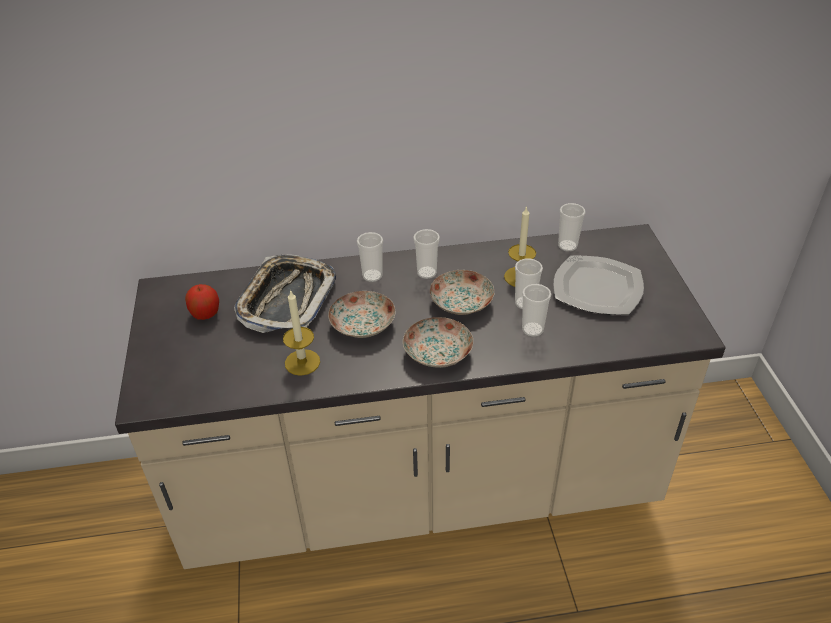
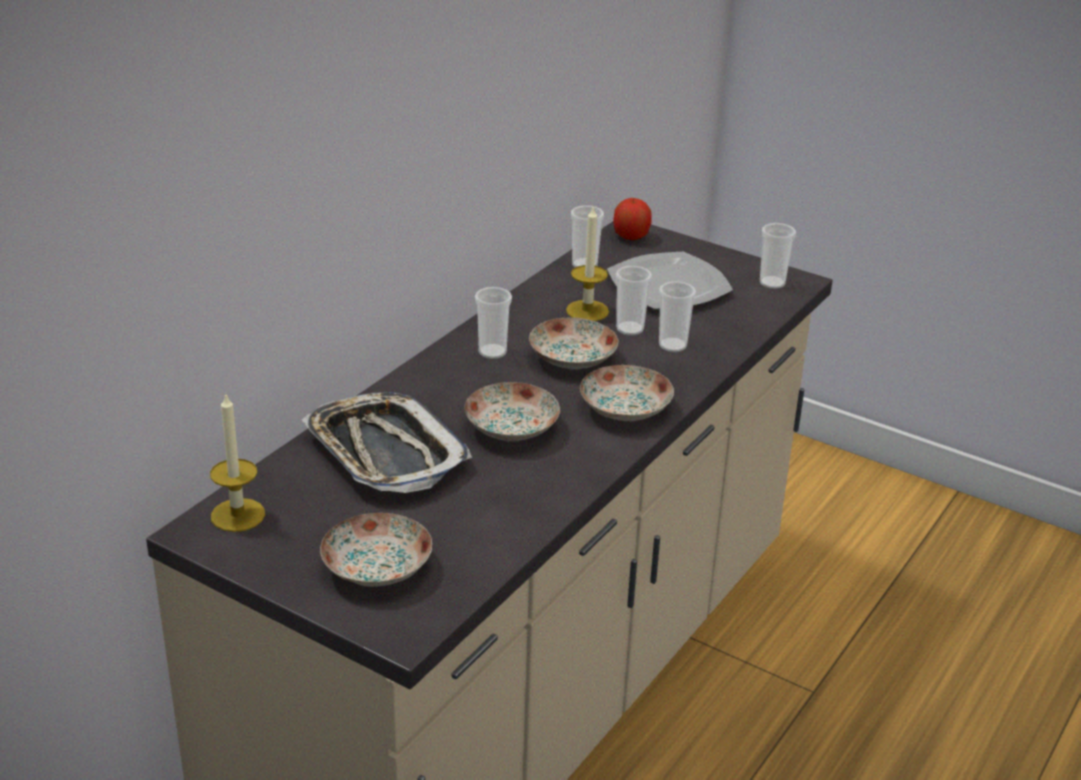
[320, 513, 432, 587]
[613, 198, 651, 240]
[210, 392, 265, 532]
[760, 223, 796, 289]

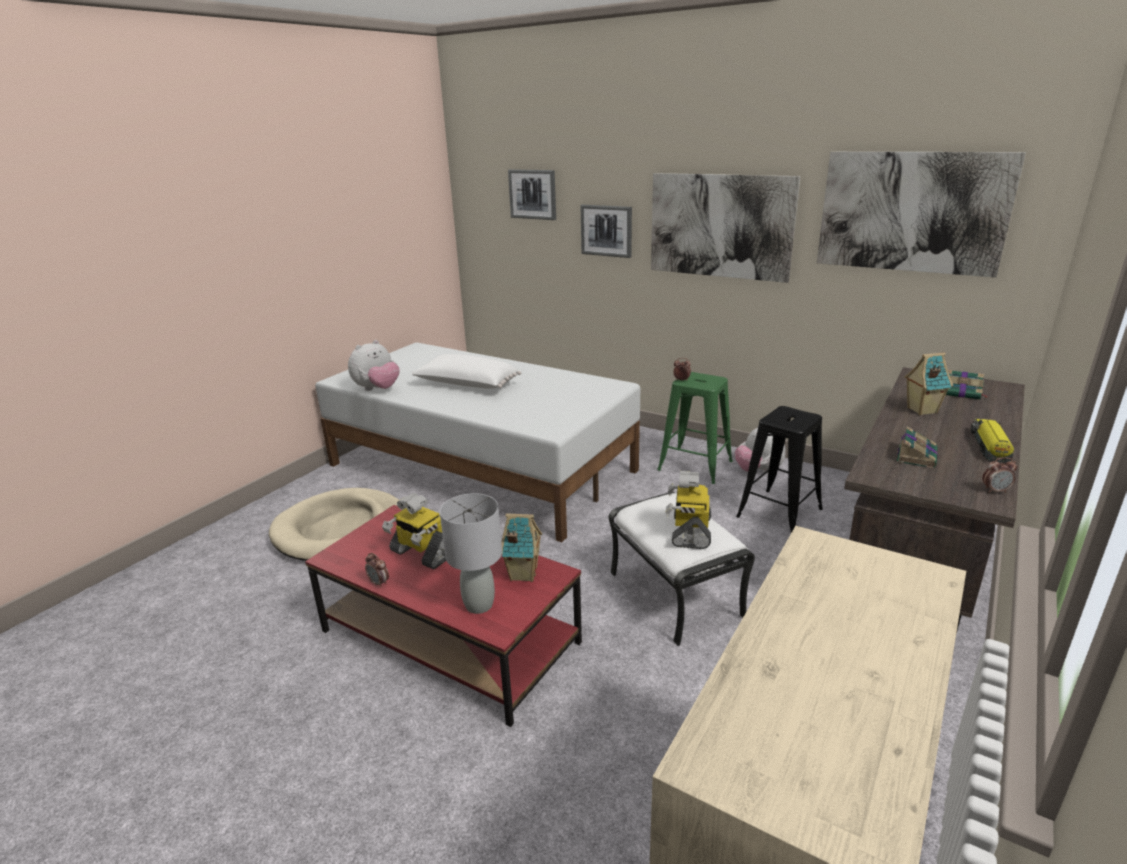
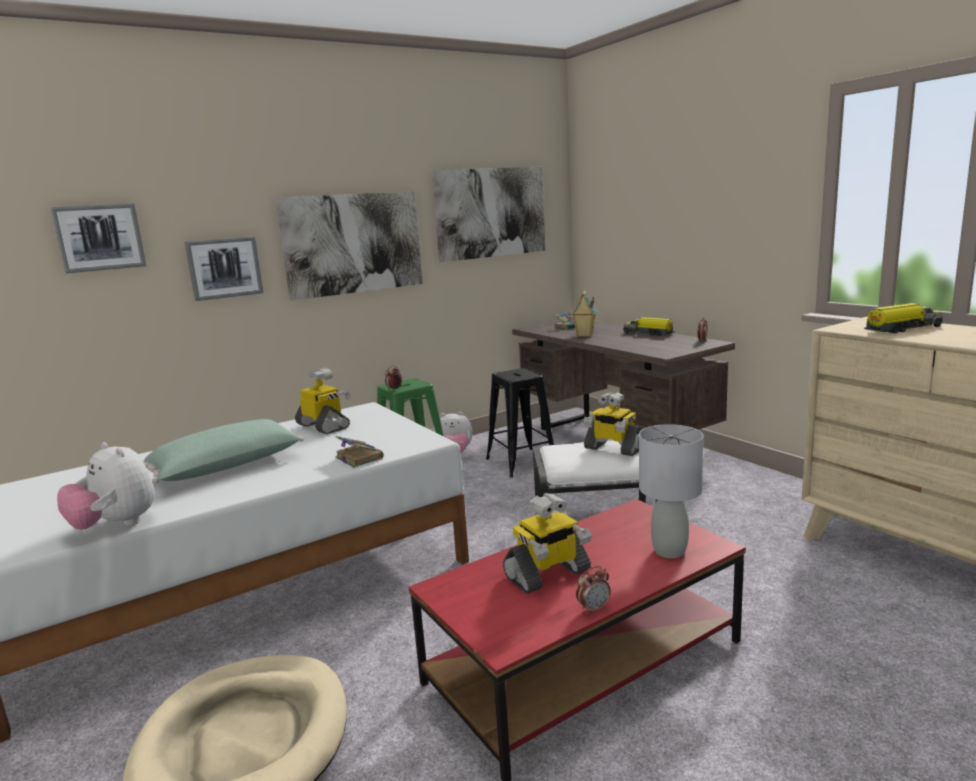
[501, 513, 542, 582] (first image)
[295, 368, 351, 434]
[864, 303, 943, 333]
[335, 436, 384, 468]
[143, 419, 304, 484]
[57, 442, 155, 530]

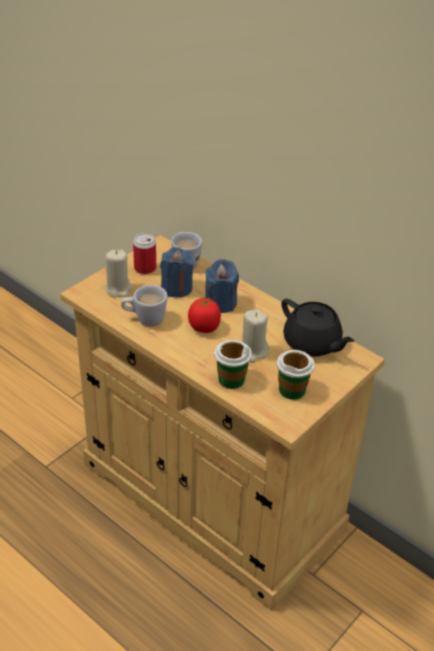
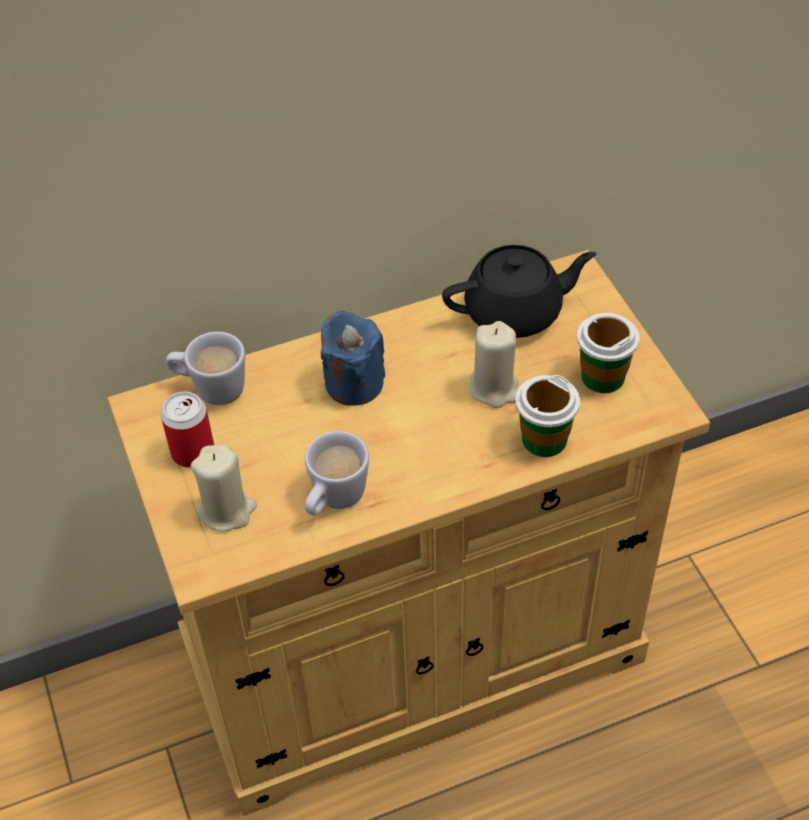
[160, 247, 194, 298] (first image)
[188, 298, 221, 333] (first image)

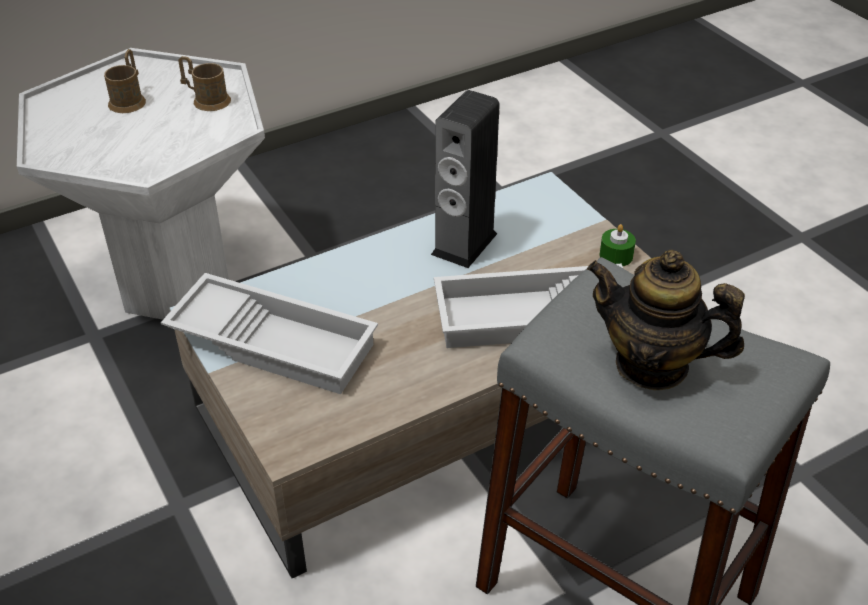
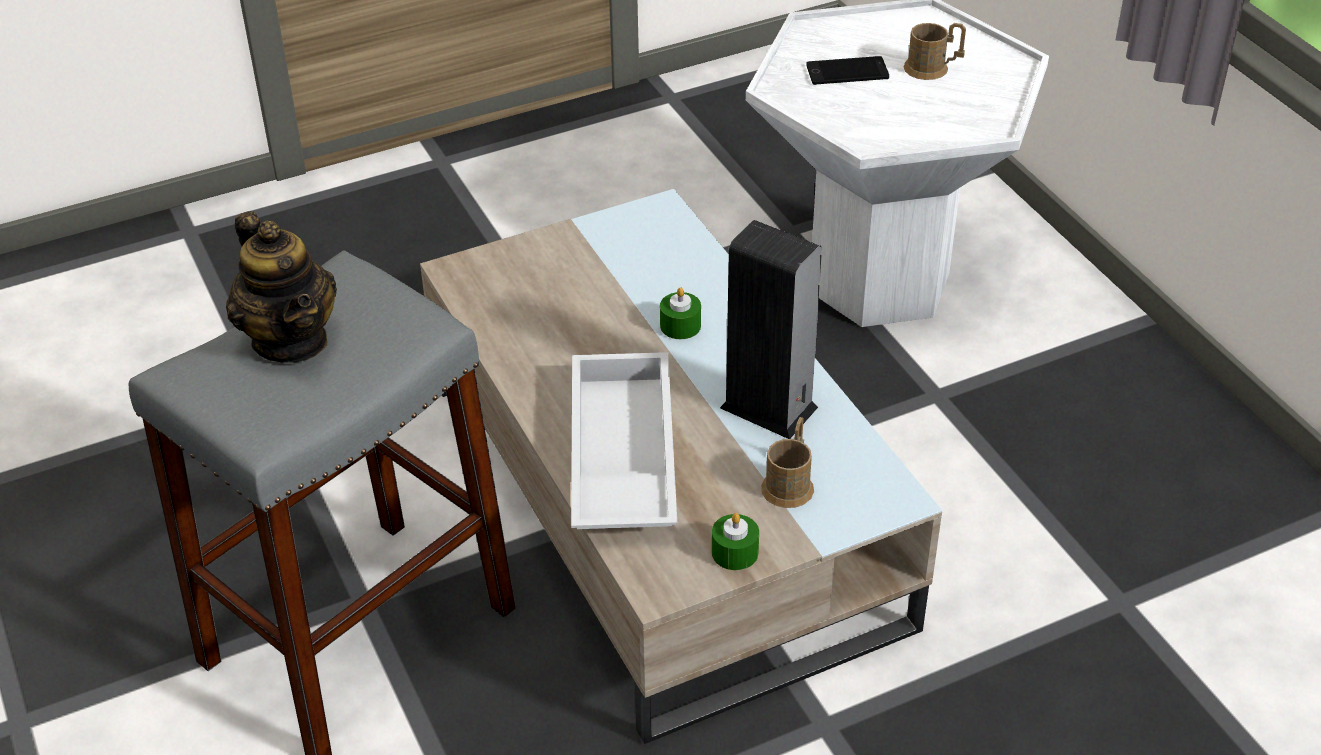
[161, 273, 378, 394] (first image)
[660, 287, 701, 339]
[806, 56, 889, 85]
[761, 417, 814, 508]
[226, 211, 337, 363]

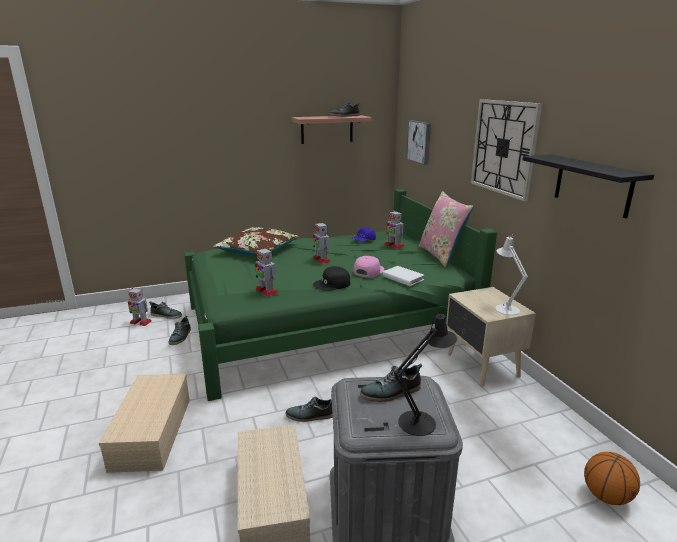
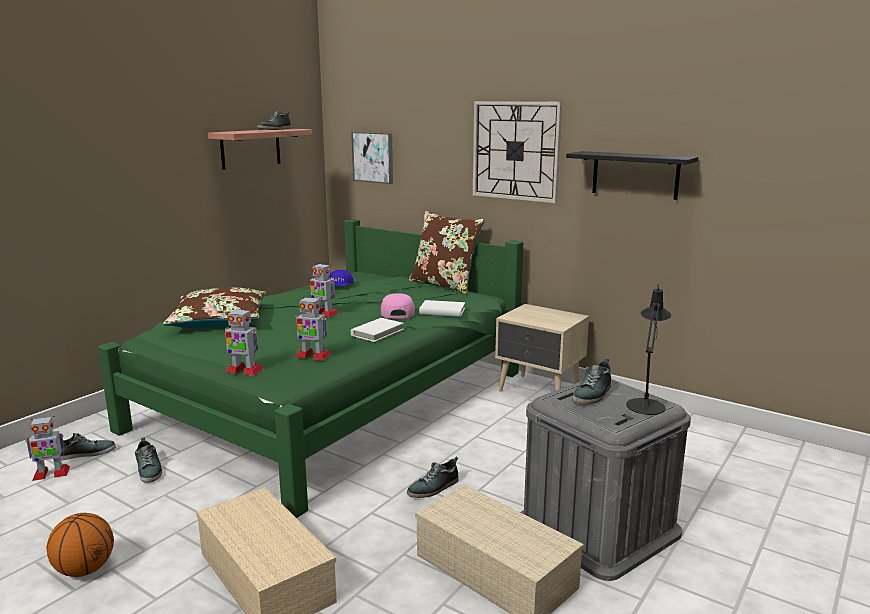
[495, 234, 528, 315] (first image)
[225, 308, 264, 376]
[46, 513, 114, 577]
[350, 318, 404, 342]
[408, 211, 485, 294]

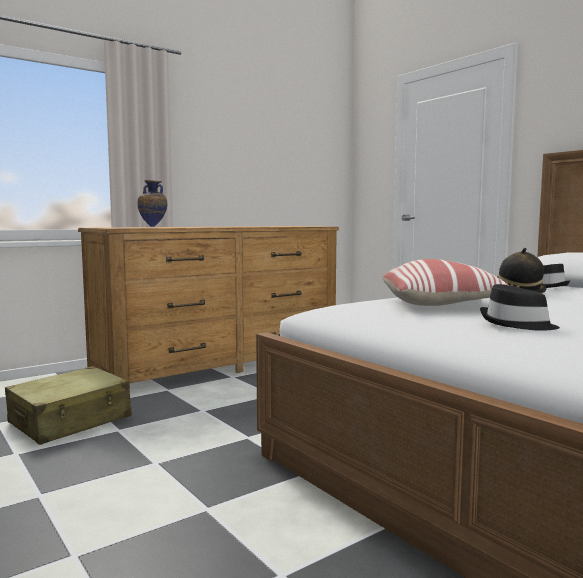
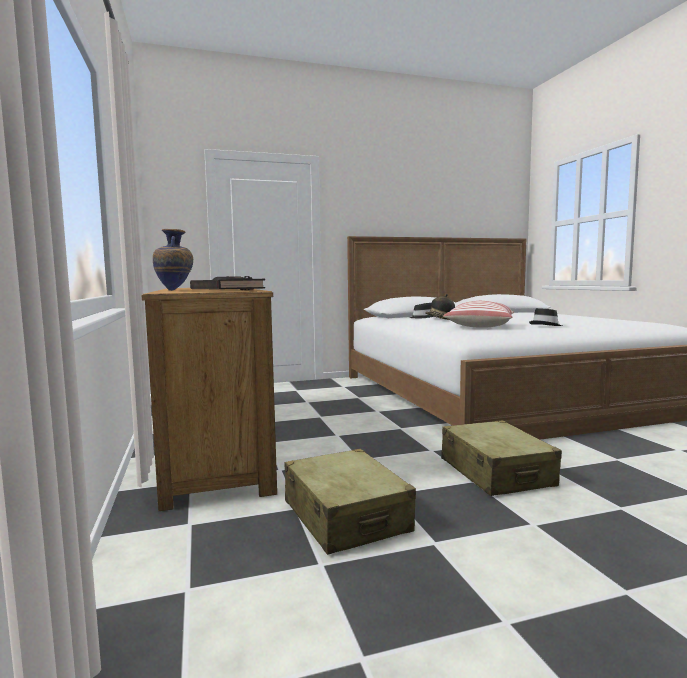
[190, 276, 265, 290]
[441, 420, 562, 496]

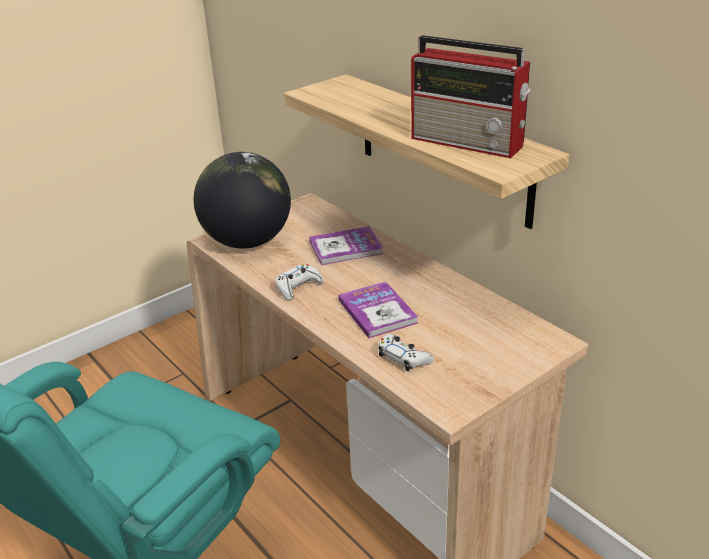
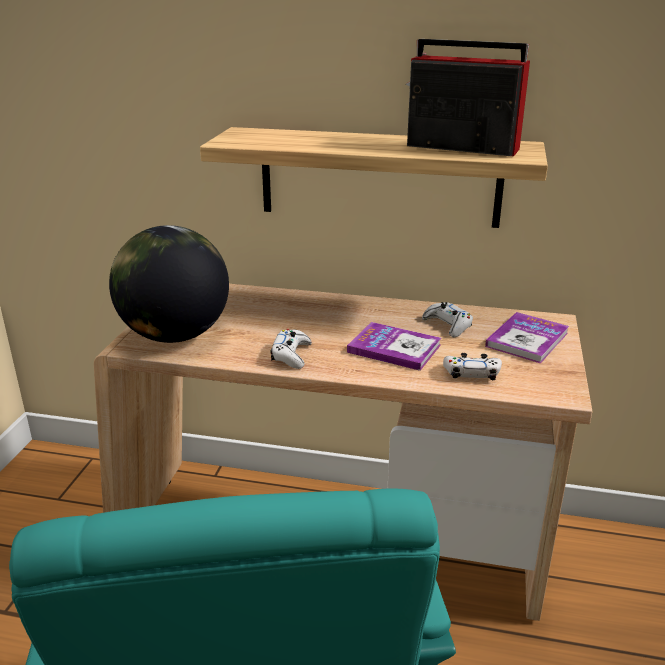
[422, 302, 473, 337]
[485, 312, 569, 363]
[406, 39, 530, 157]

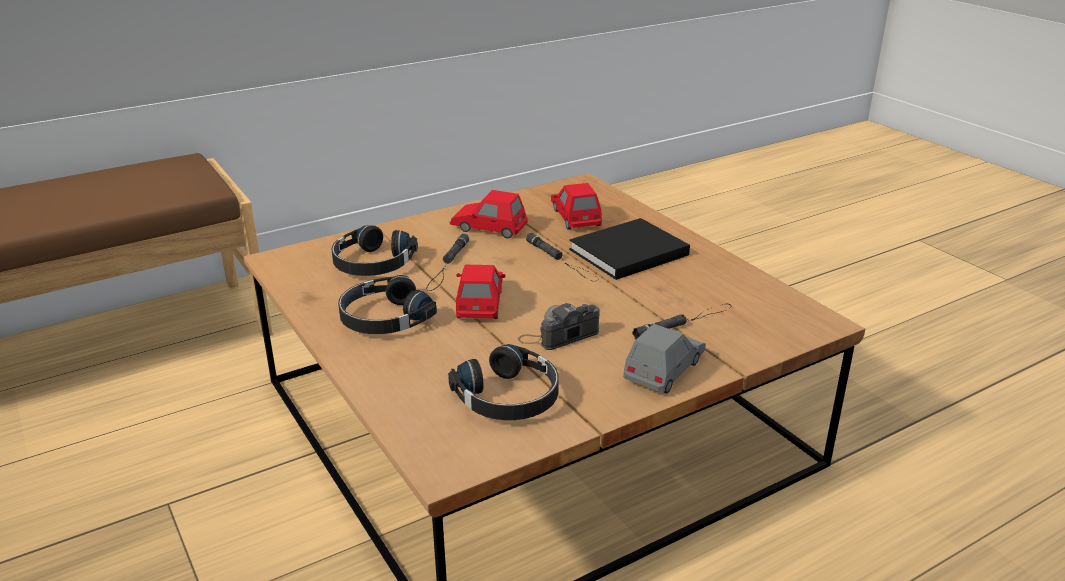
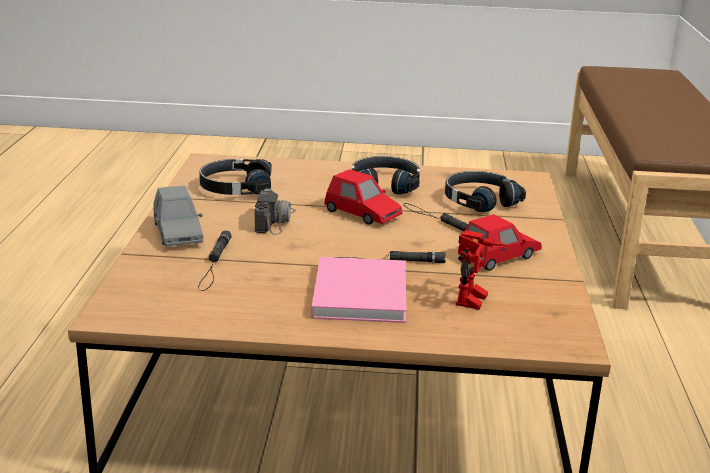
[456, 230, 508, 310]
[311, 257, 406, 323]

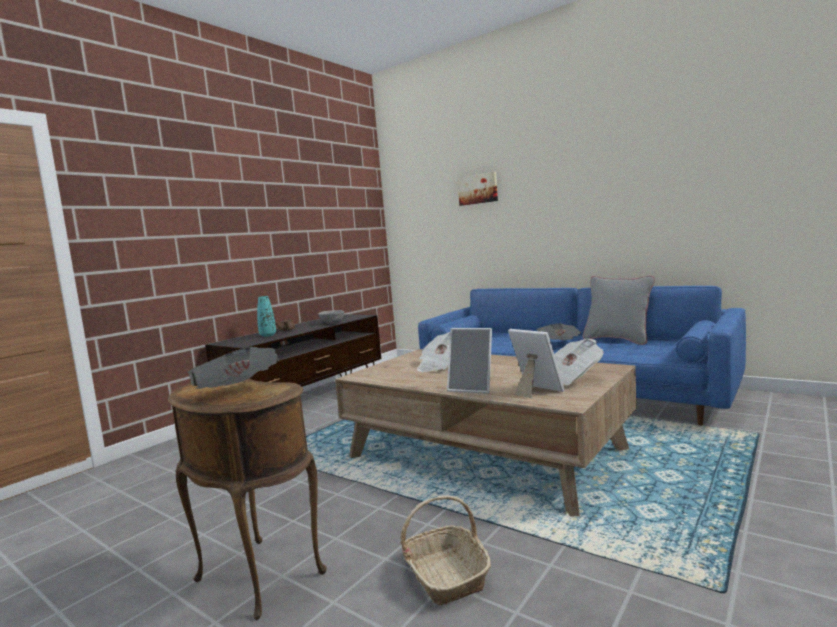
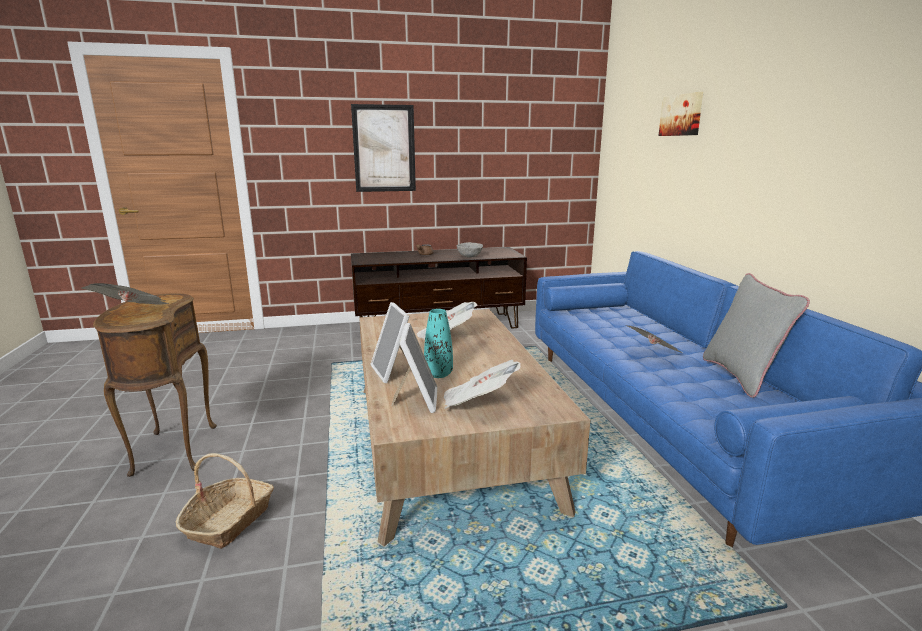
[351, 104, 416, 192]
[424, 309, 453, 378]

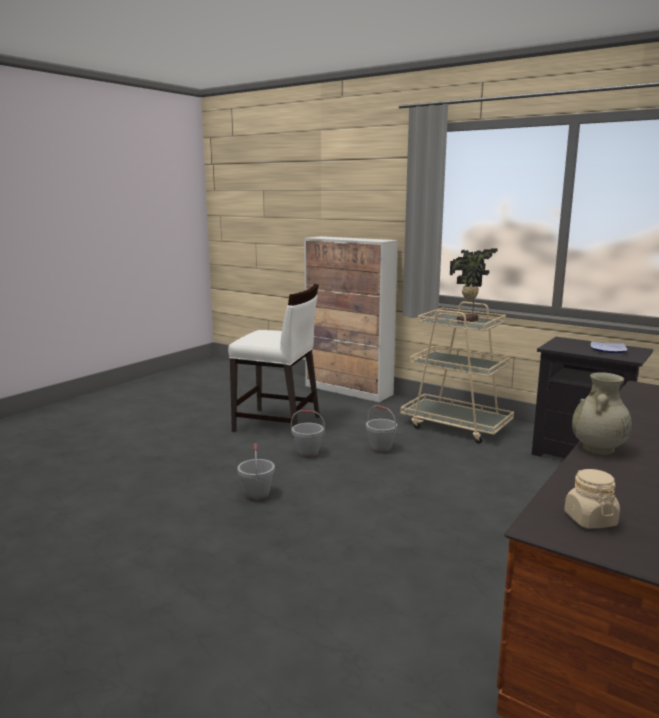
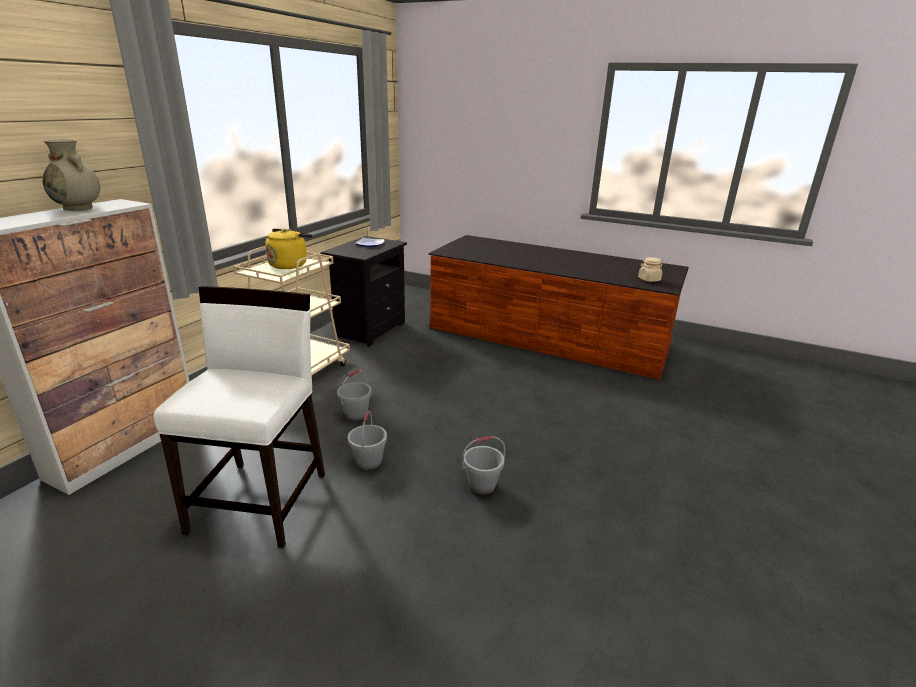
[43, 139, 100, 211]
[265, 229, 313, 269]

